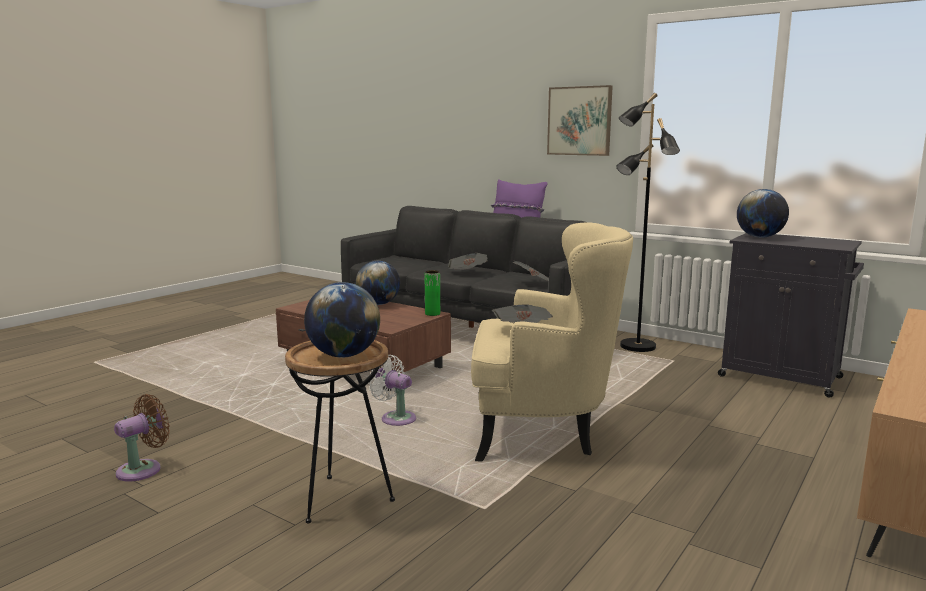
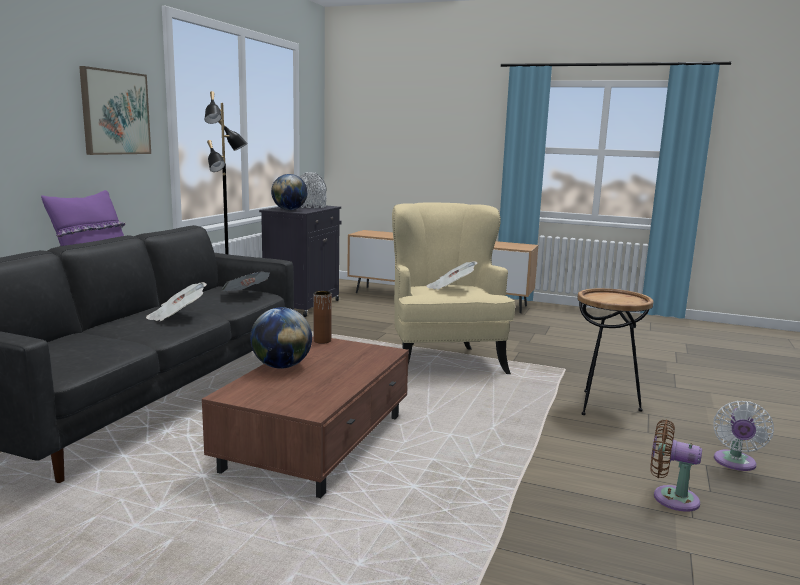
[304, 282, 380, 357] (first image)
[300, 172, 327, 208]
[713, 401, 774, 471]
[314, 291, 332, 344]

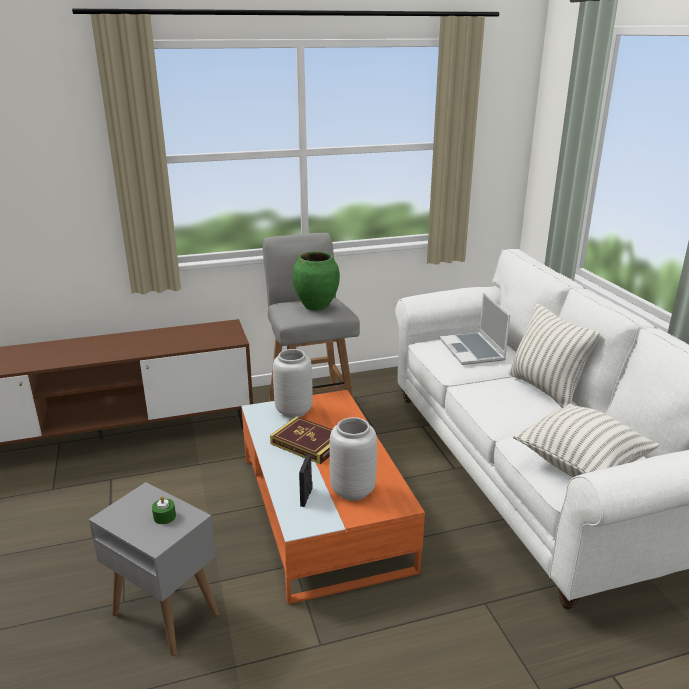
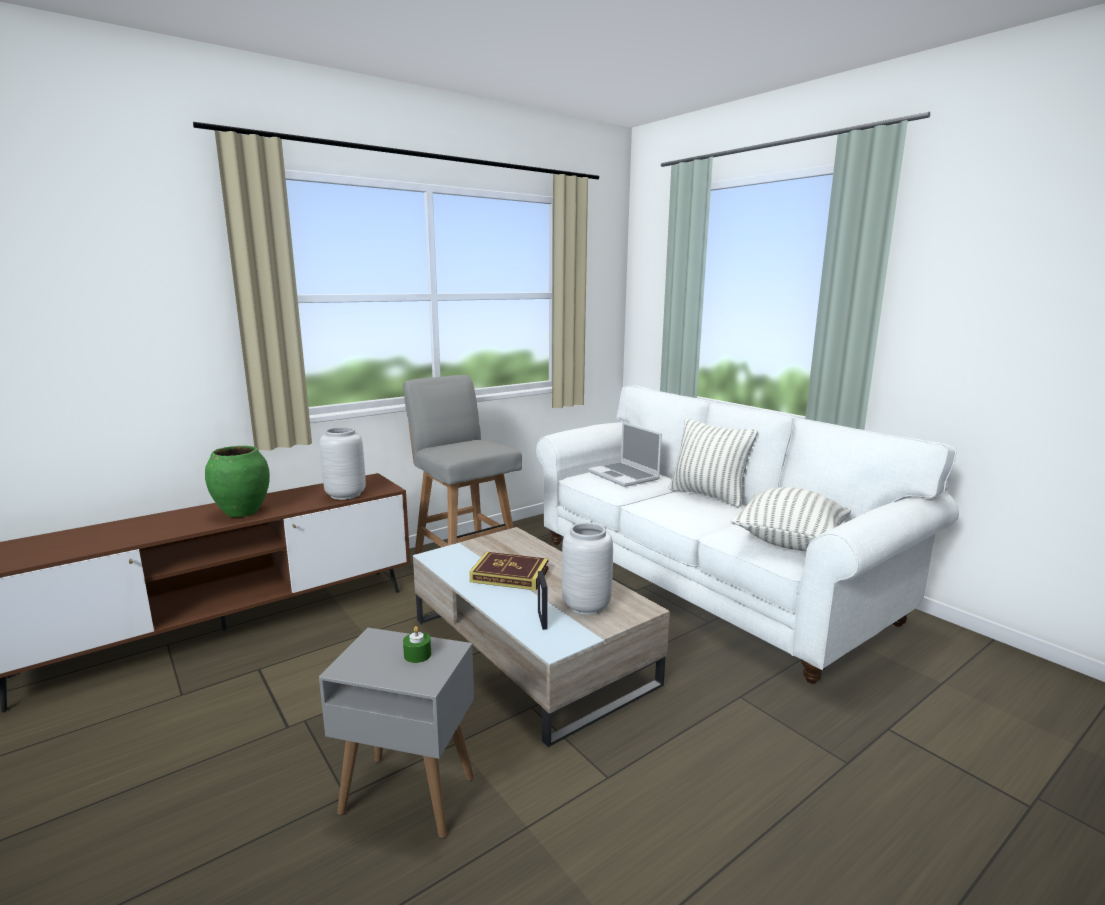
[320, 427, 366, 500]
[205, 446, 270, 517]
[413, 527, 670, 747]

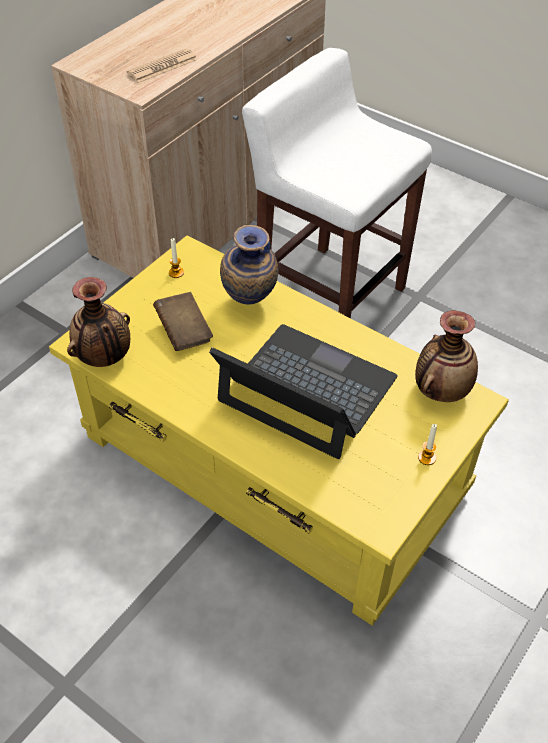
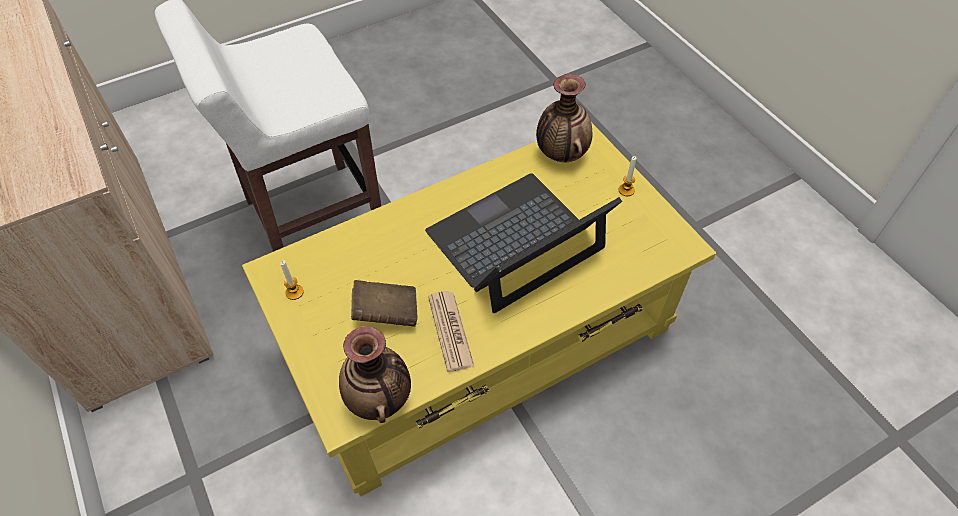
[220, 225, 278, 304] (first image)
[428, 291, 474, 372]

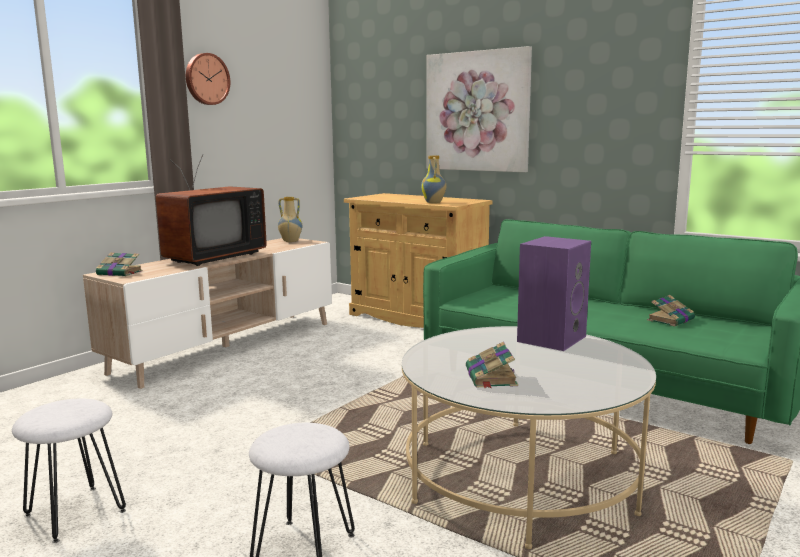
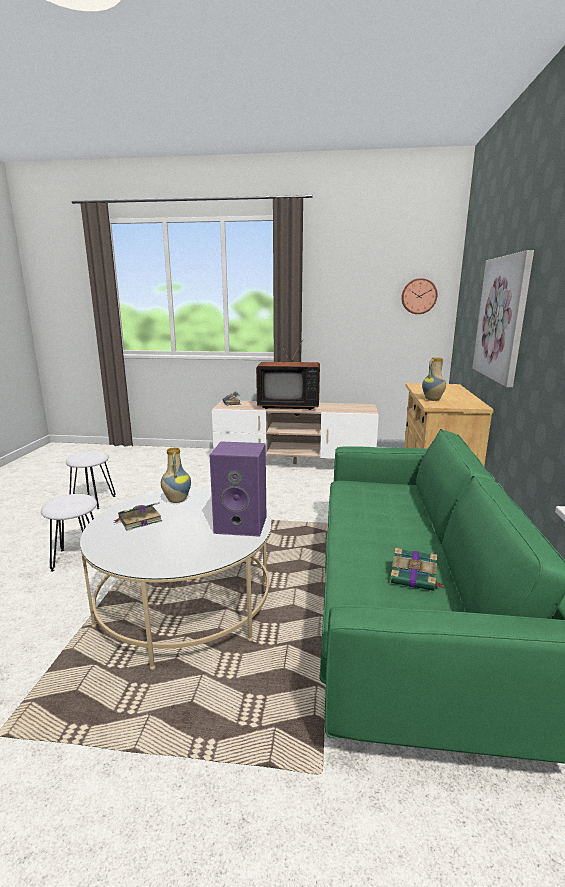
[401, 278, 437, 314]
[161, 447, 191, 503]

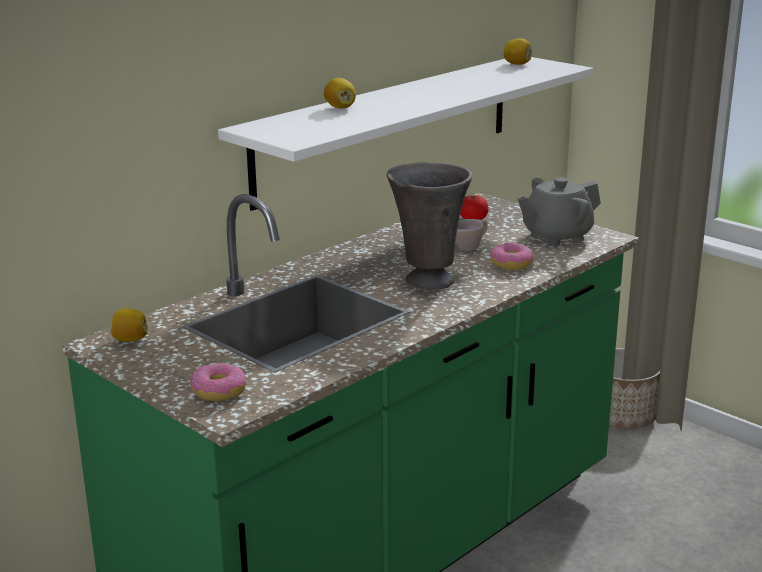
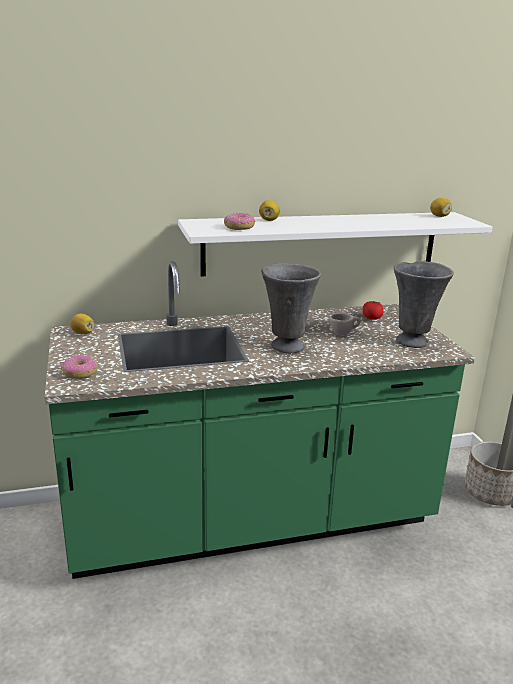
[224, 213, 255, 230]
[394, 261, 454, 348]

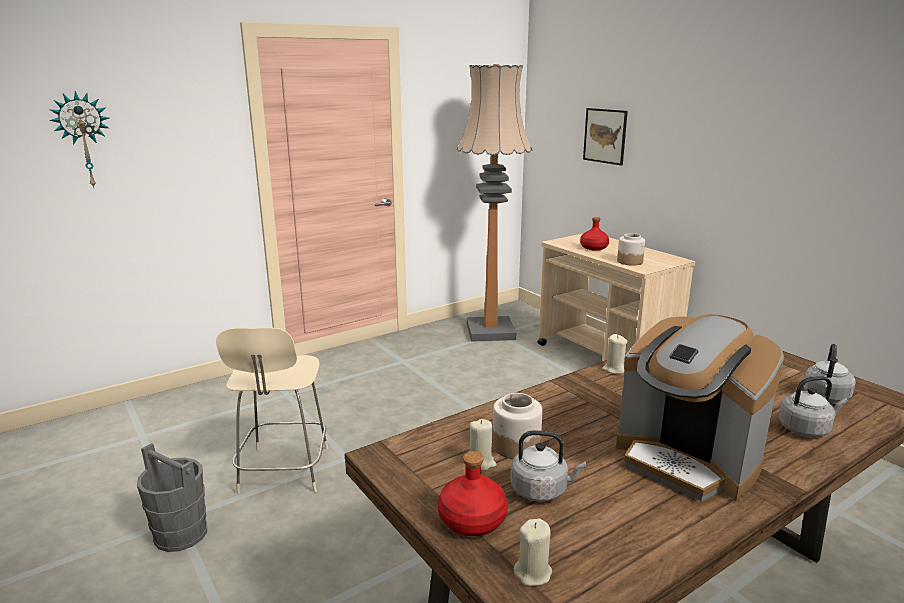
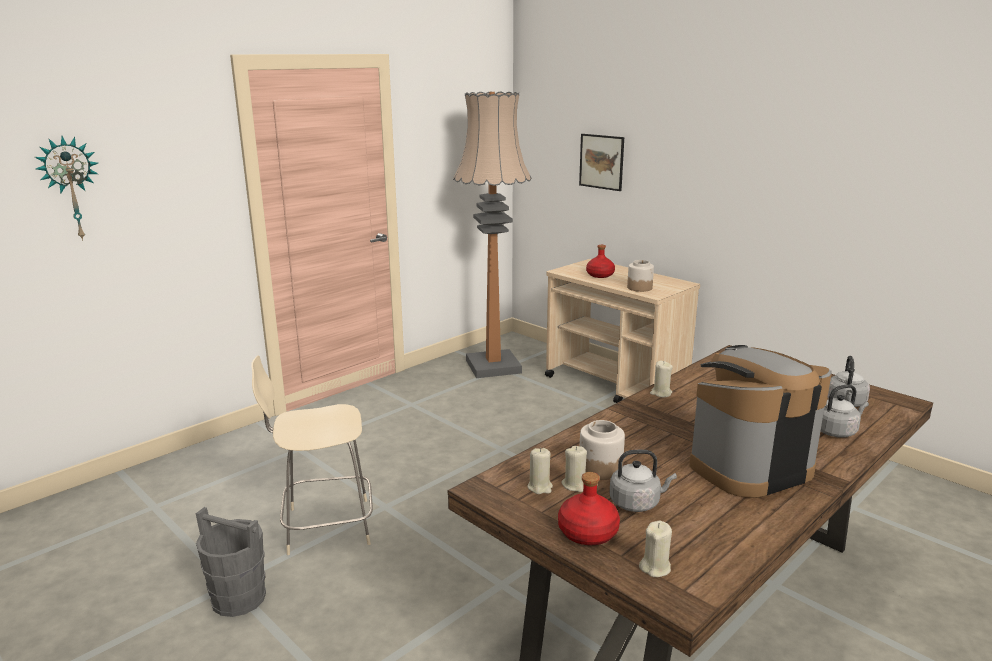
[527, 448, 553, 494]
[251, 355, 373, 555]
[689, 345, 832, 498]

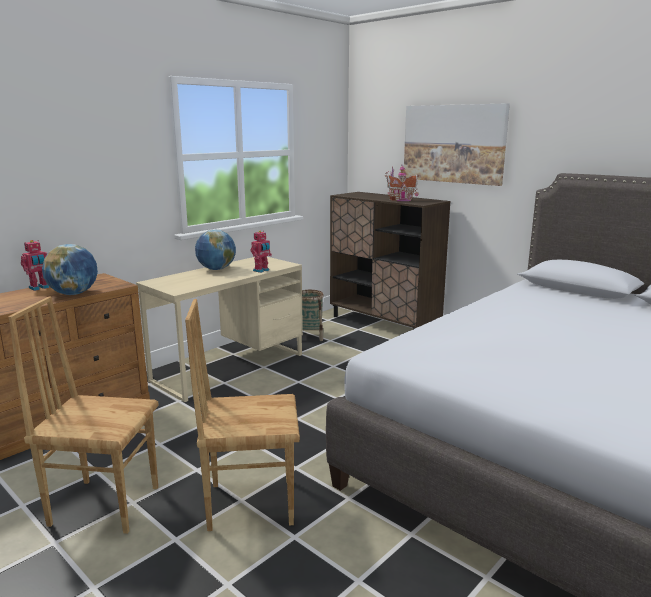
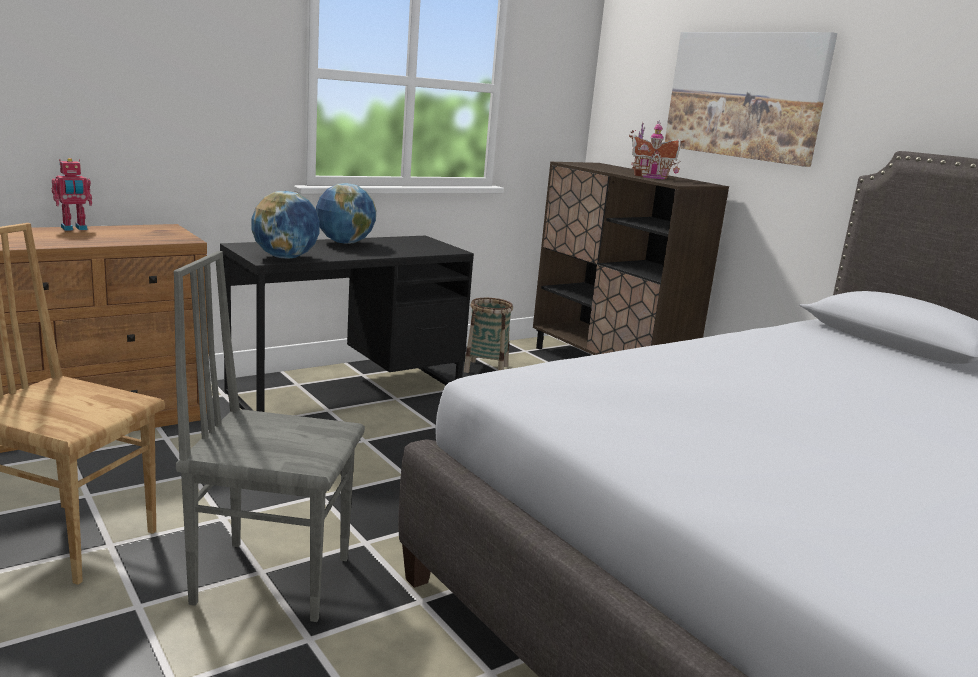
[250, 231, 272, 273] (first image)
[251, 191, 320, 258]
[220, 236, 474, 412]
[174, 251, 365, 622]

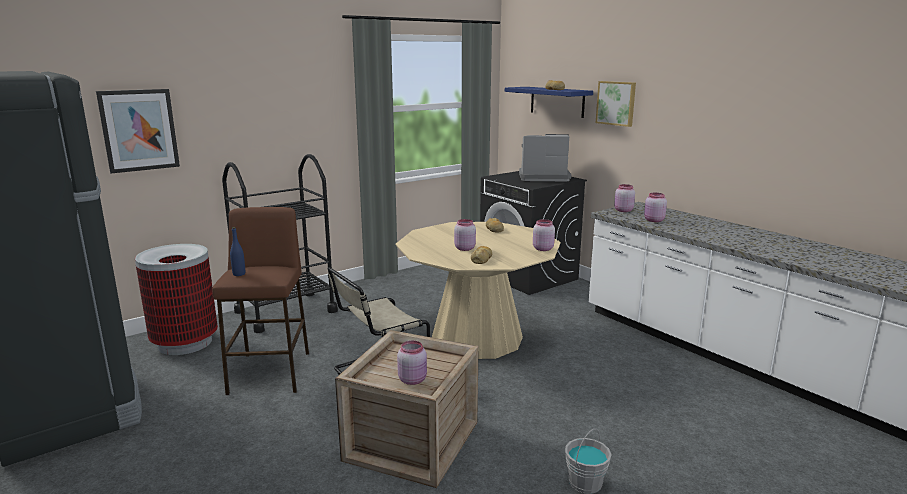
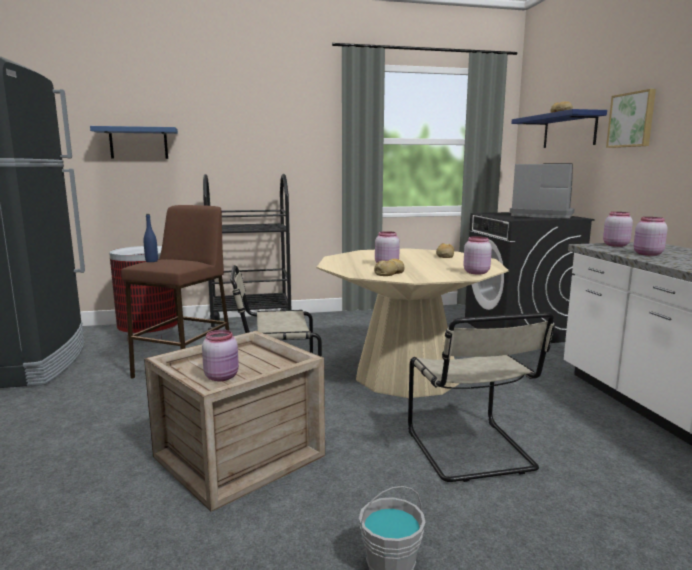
[408, 312, 555, 482]
[90, 126, 178, 159]

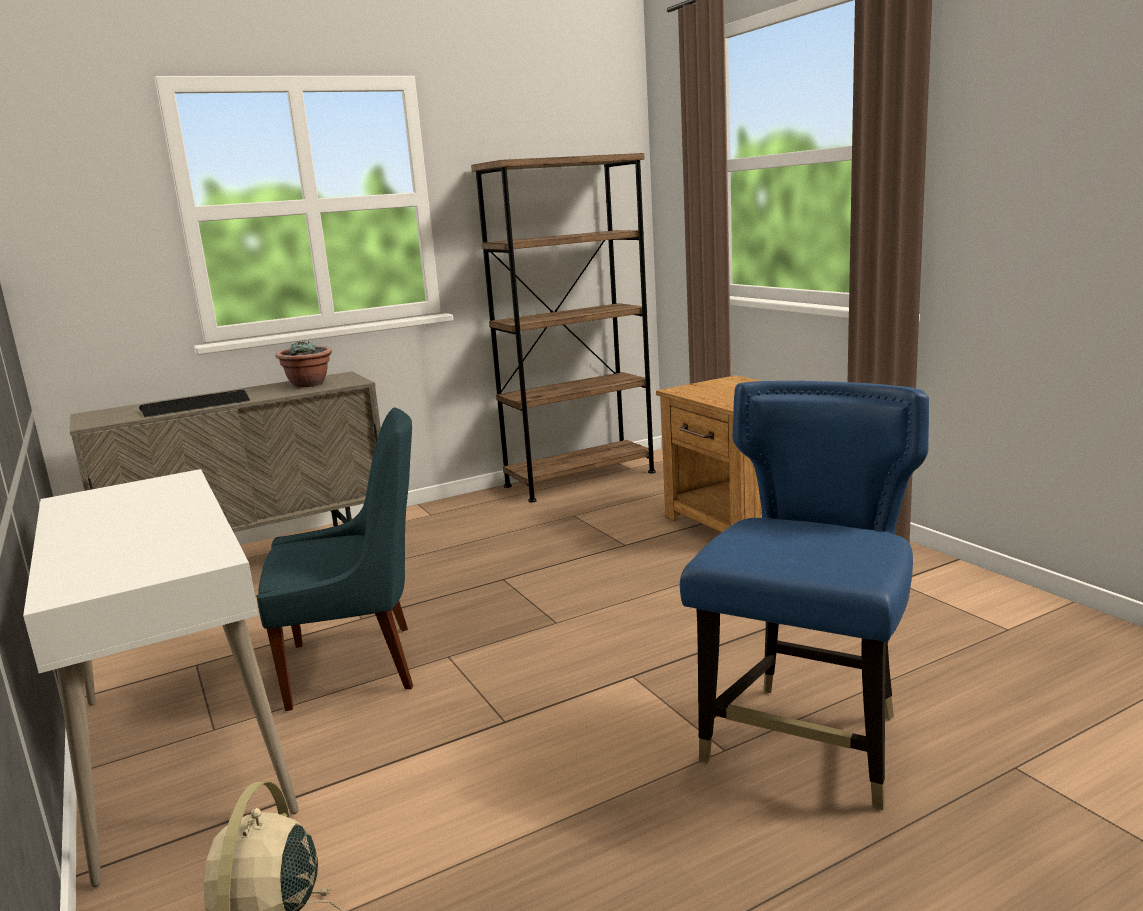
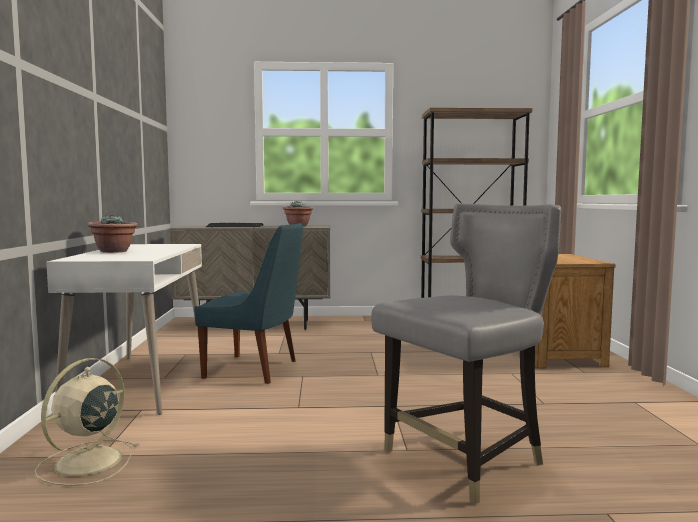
[88, 214, 138, 253]
[371, 203, 561, 504]

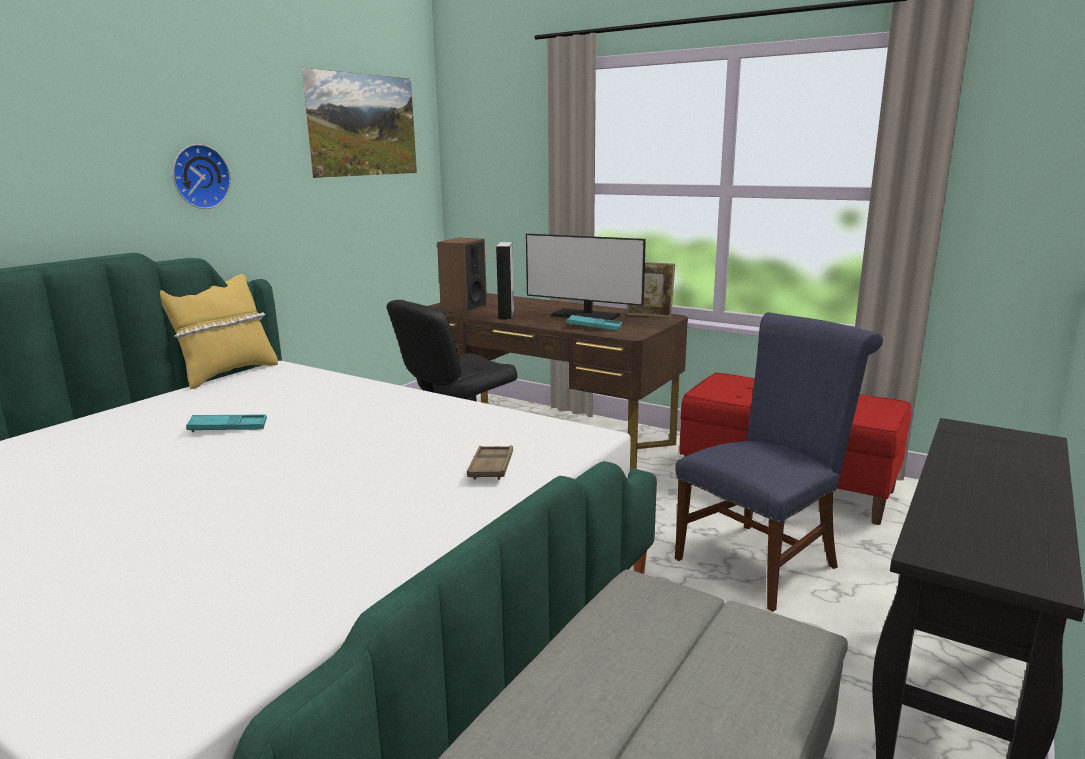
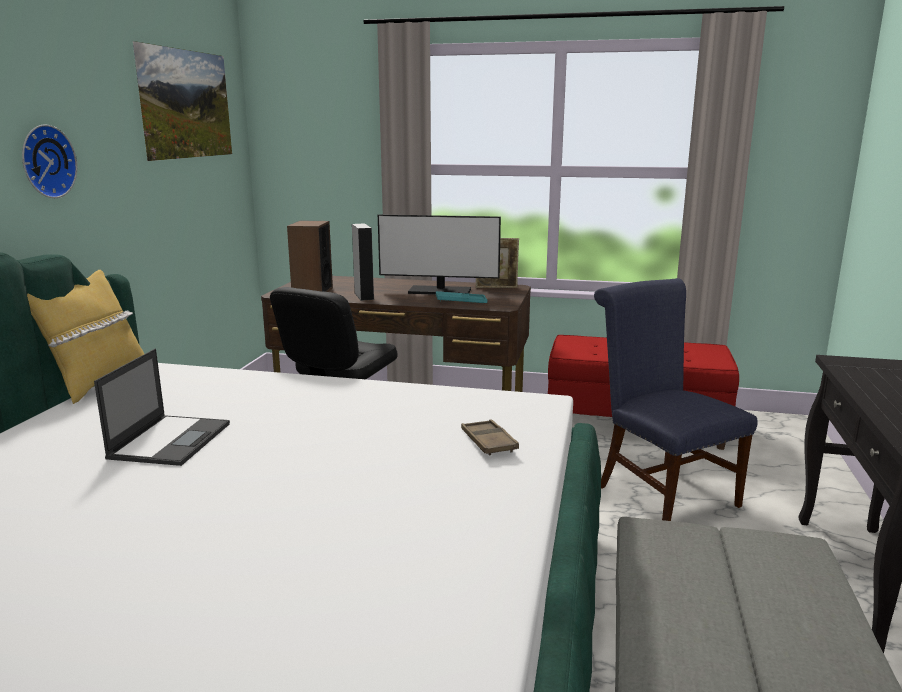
[94, 349, 230, 466]
[594, 278, 758, 521]

